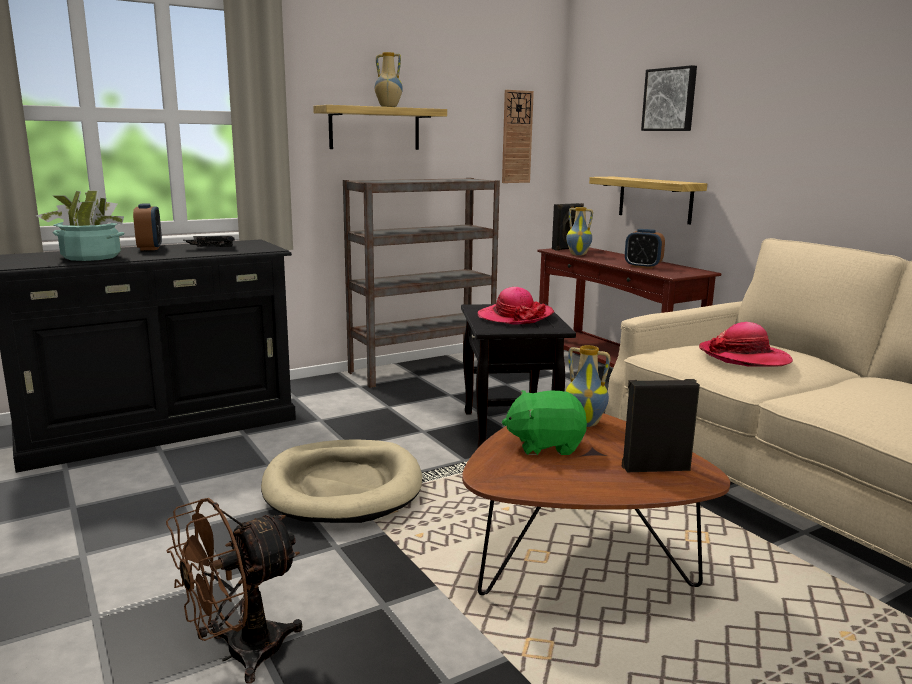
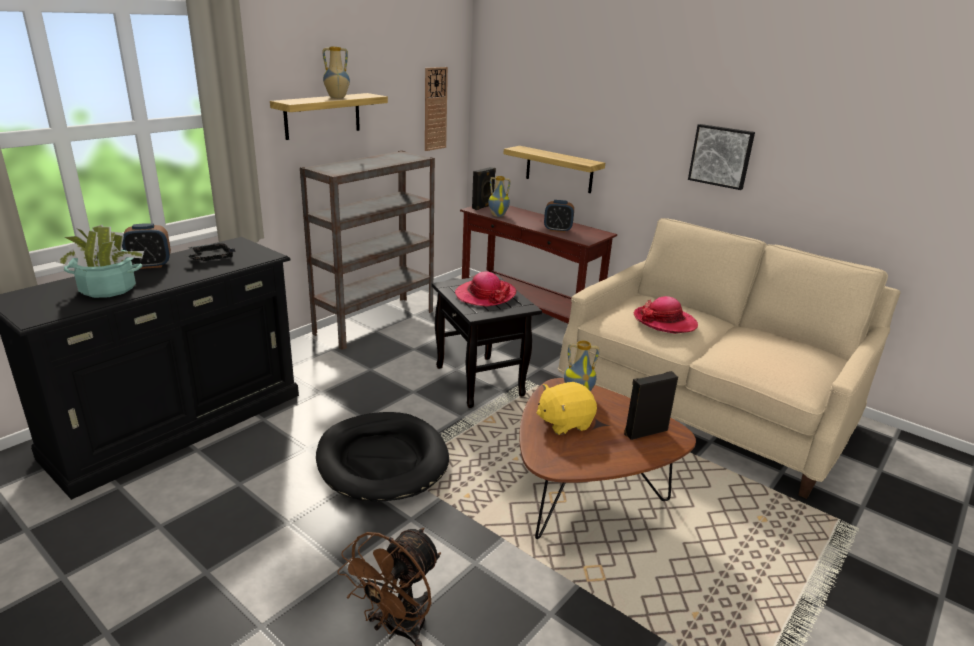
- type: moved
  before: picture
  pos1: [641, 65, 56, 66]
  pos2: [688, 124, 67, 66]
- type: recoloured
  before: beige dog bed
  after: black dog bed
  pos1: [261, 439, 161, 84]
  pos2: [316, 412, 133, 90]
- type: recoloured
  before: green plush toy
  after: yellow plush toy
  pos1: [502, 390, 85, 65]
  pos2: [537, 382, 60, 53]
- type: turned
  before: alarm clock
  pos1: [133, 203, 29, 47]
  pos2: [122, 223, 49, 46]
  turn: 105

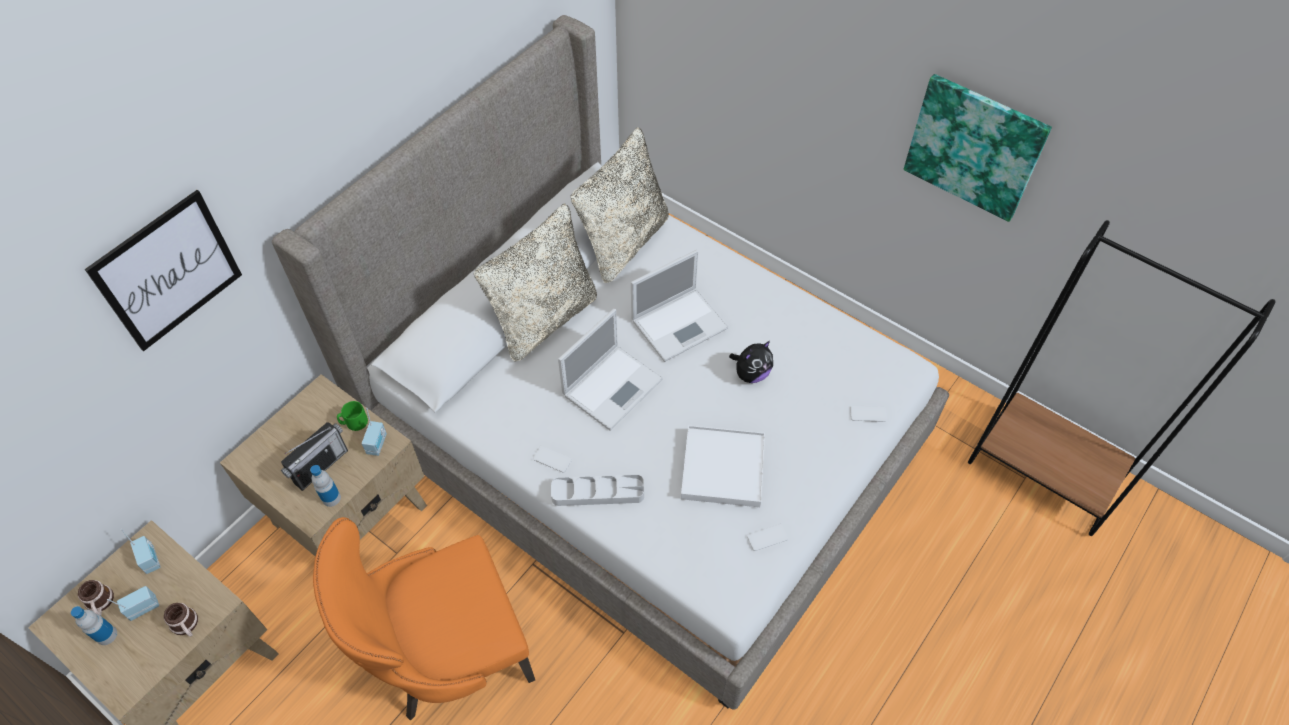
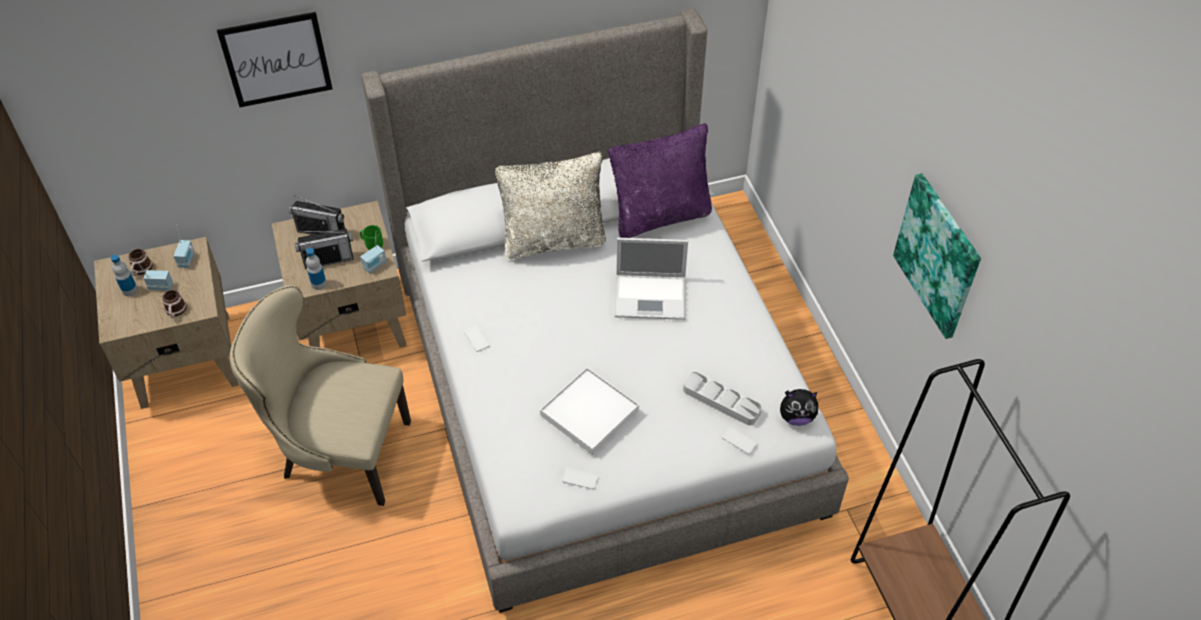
- type: removed
  before: laptop
  pos1: [558, 309, 105, 121]
- type: added
  after: radio
  pos2: [289, 196, 56, 39]
- type: moved
  before: grey tray
  pos1: [551, 475, 93, 31]
  pos2: [683, 372, 79, 53]
- type: moved
  before: plush toy
  pos1: [729, 341, 44, 42]
  pos2: [780, 389, 39, 37]
- type: recoloured
  before: orange chair
  after: beige chair
  pos1: [313, 517, 222, 204]
  pos2: [230, 285, 181, 221]
- type: recoloured
  before: beige pillow
  after: purple pillow
  pos1: [571, 128, 98, 155]
  pos2: [608, 123, 104, 115]

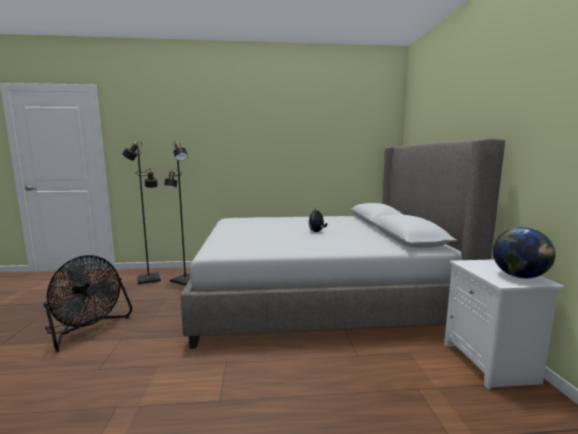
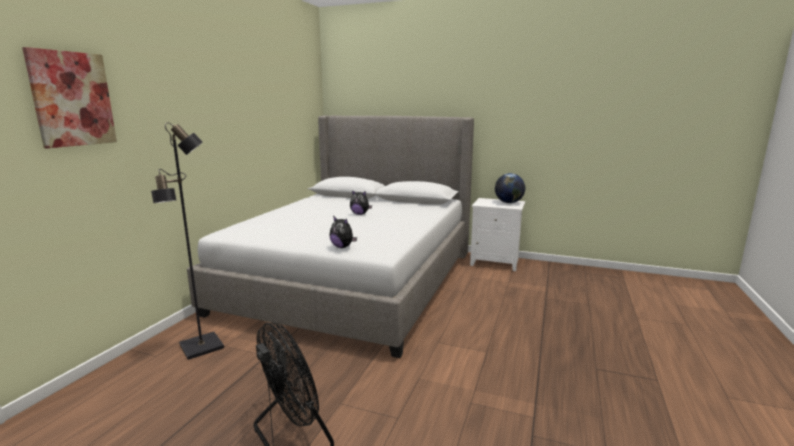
- type: removed
  before: black floor lamp
  pos1: [122, 141, 39, 144]
- type: added
  after: picture
  pos2: [22, 47, 95, 101]
- type: added
  after: plush toy
  pos2: [329, 216, 28, 32]

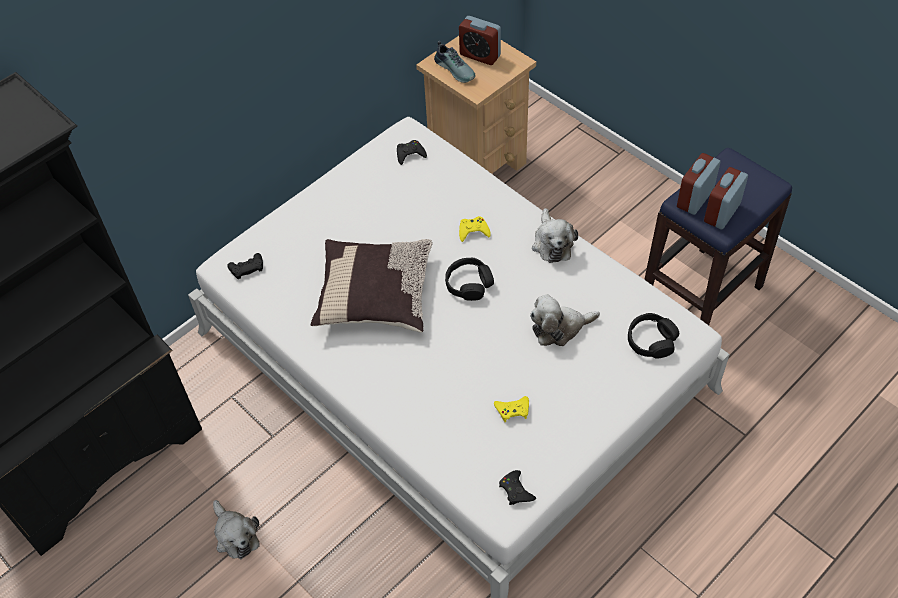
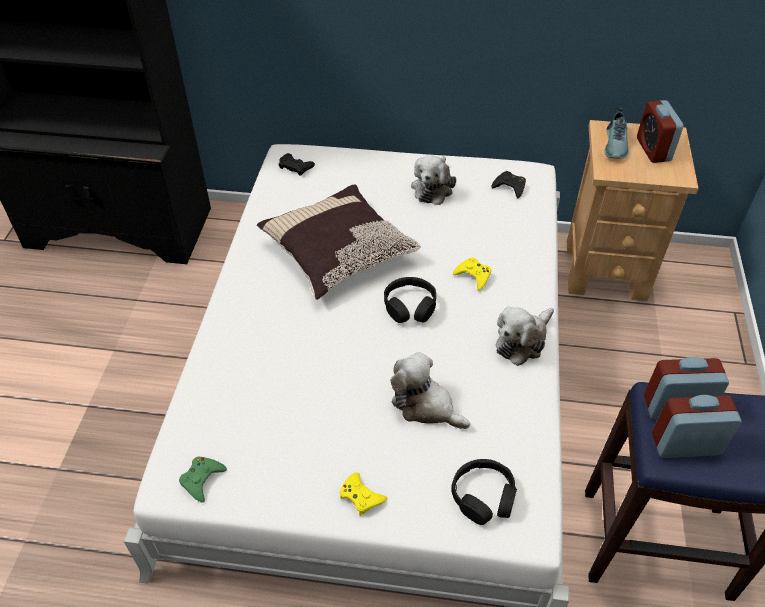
- type: moved
  before: plush toy
  pos1: [213, 500, 47, 59]
  pos2: [411, 156, 45, 49]
- type: moved
  before: yellow game controller
  pos1: [494, 396, 35, 26]
  pos2: [340, 472, 47, 44]
- type: recoloured
  before: black game controller
  after: green game controller
  pos1: [499, 470, 37, 35]
  pos2: [179, 457, 48, 46]

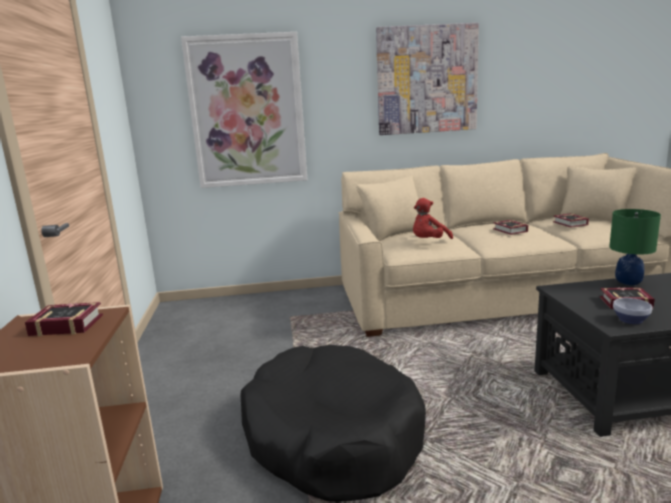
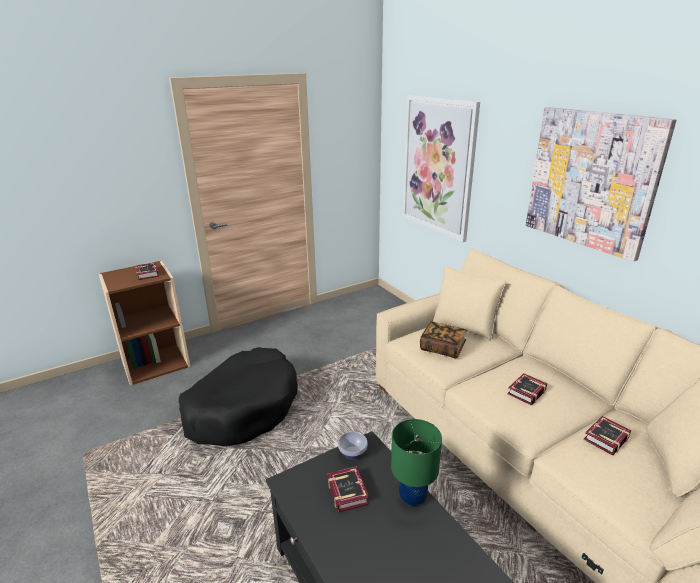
- type: moved
  before: bowl
  pos1: [613, 298, 39, 26]
  pos2: [338, 432, 30, 28]
- type: replaced
  before: red plush toy
  after: book
  pos1: [413, 198, 40, 41]
  pos2: [420, 321, 47, 38]

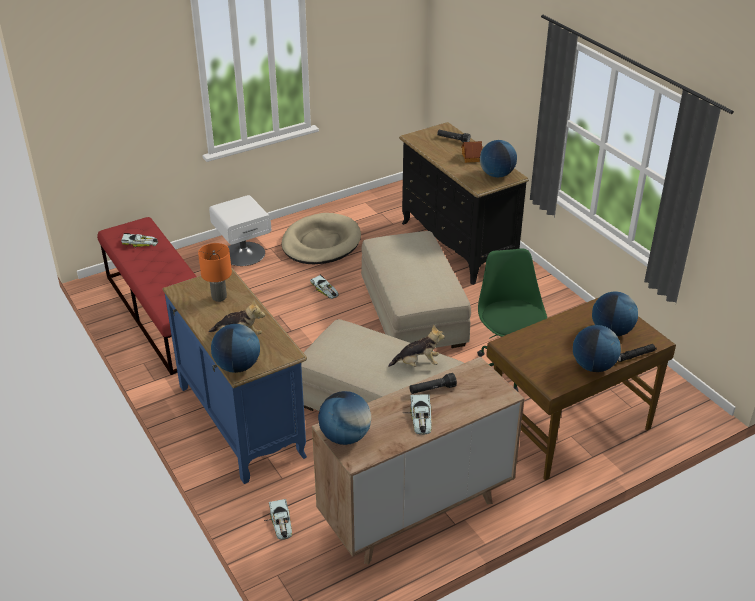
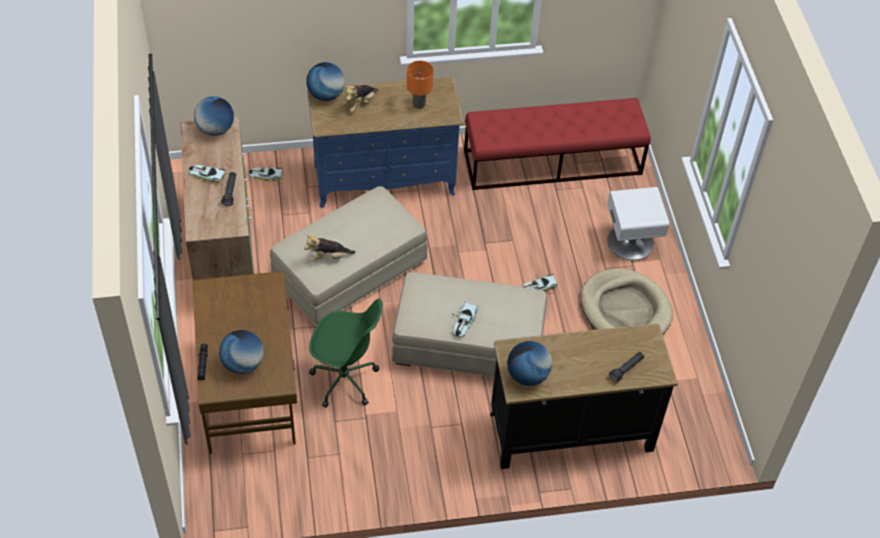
- type: removed
  before: toy house
  pos1: [461, 141, 21, 22]
- type: removed
  before: globe
  pos1: [573, 325, 48, 47]
- type: moved
  before: toy car
  pos1: [121, 233, 37, 15]
  pos2: [452, 302, 26, 36]
- type: turned
  before: plush toy
  pos1: [388, 324, 57, 43]
  pos2: [304, 235, 51, 27]
  turn: 60

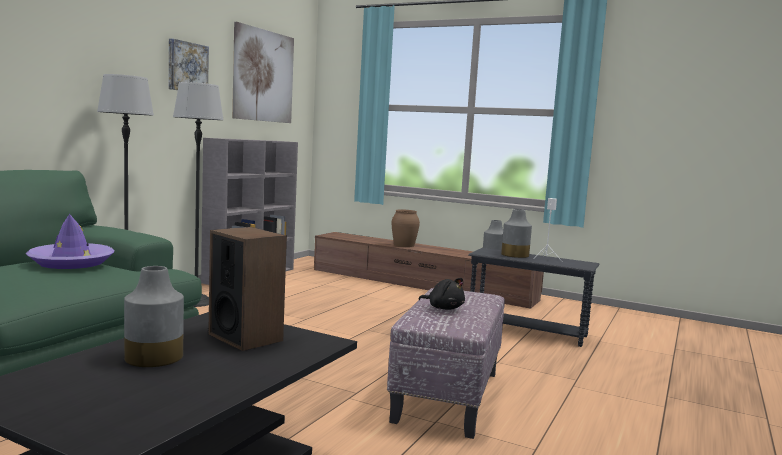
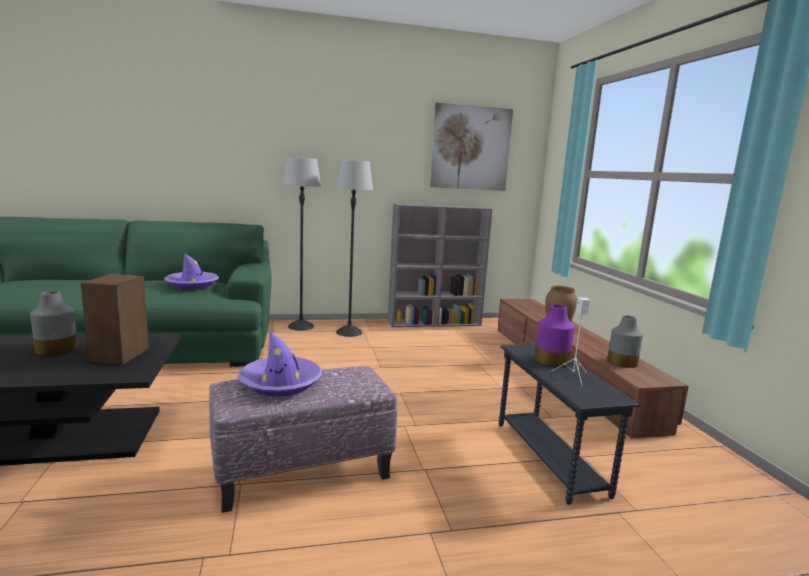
- type: removed
  before: picture
  pos1: [169, 39, 40, 51]
- type: replaced
  before: black plush toy
  after: purple hat
  pos1: [419, 278, 46, 32]
  pos2: [237, 331, 85, 66]
- type: recoloured
  before: grey vase
  after: purple vase
  pos1: [501, 209, 31, 49]
  pos2: [534, 304, 41, 64]

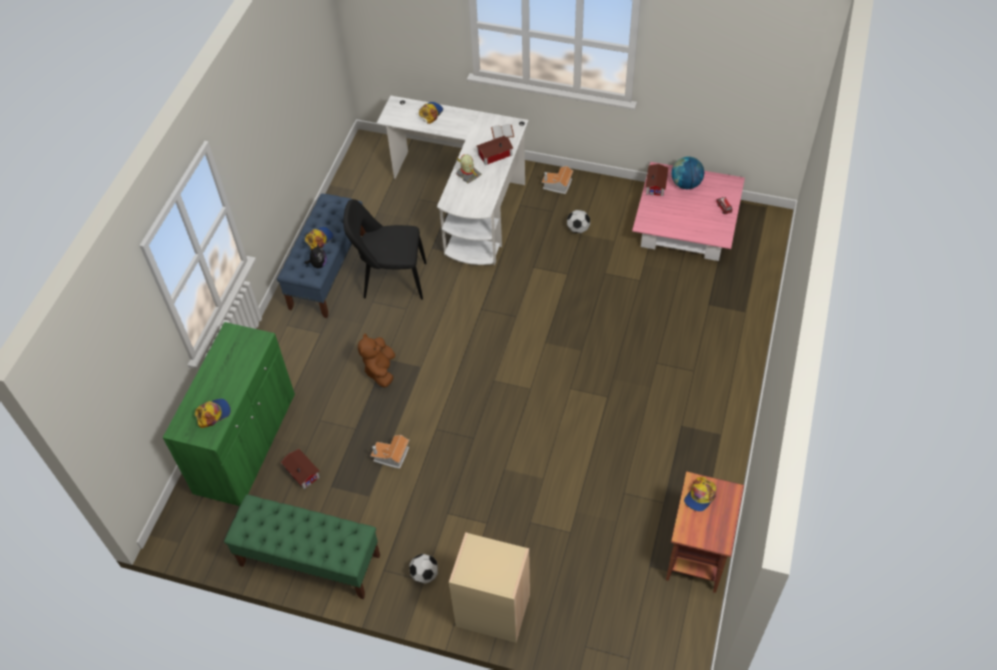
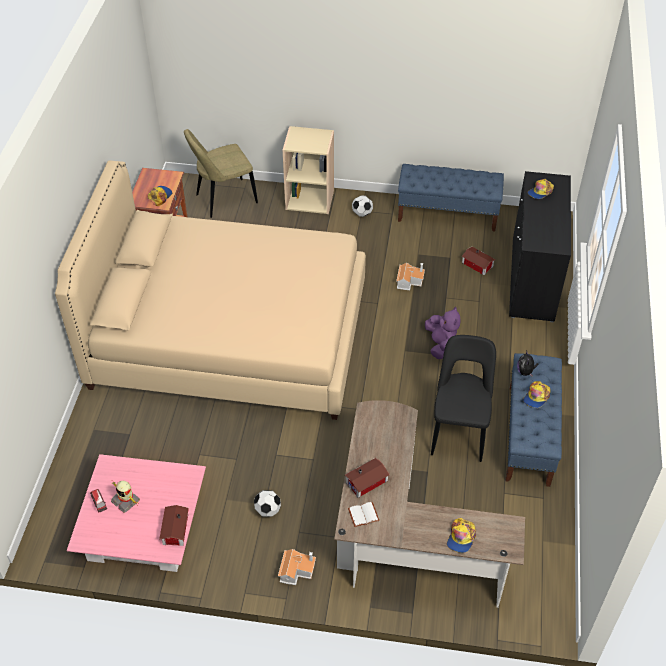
- type: removed
  before: globe
  pos1: [671, 156, 33, 33]
- type: added
  after: beige bed
  pos2: [55, 161, 311, 259]
- type: added
  after: beige chair
  pos2: [184, 129, 74, 89]
- type: moved
  before: toy robot
  pos1: [455, 154, 26, 30]
  pos2: [111, 481, 29, 32]
- type: recoloured
  before: green cabinet
  after: black cabinet
  pos1: [163, 322, 132, 184]
  pos2: [509, 171, 62, 151]
- type: recoloured
  before: green bench
  after: blue bench
  pos1: [224, 494, 156, 105]
  pos2: [398, 164, 106, 67]
- type: recoloured
  before: brown plush toy
  after: purple plush toy
  pos1: [358, 333, 37, 54]
  pos2: [425, 307, 35, 52]
- type: recoloured
  before: white desk
  after: brown desk
  pos1: [377, 95, 152, 170]
  pos2: [334, 400, 191, 208]
- type: turned
  before: black chair
  pos1: [343, 199, 84, 101]
  pos2: [431, 335, 65, 127]
  turn: -75

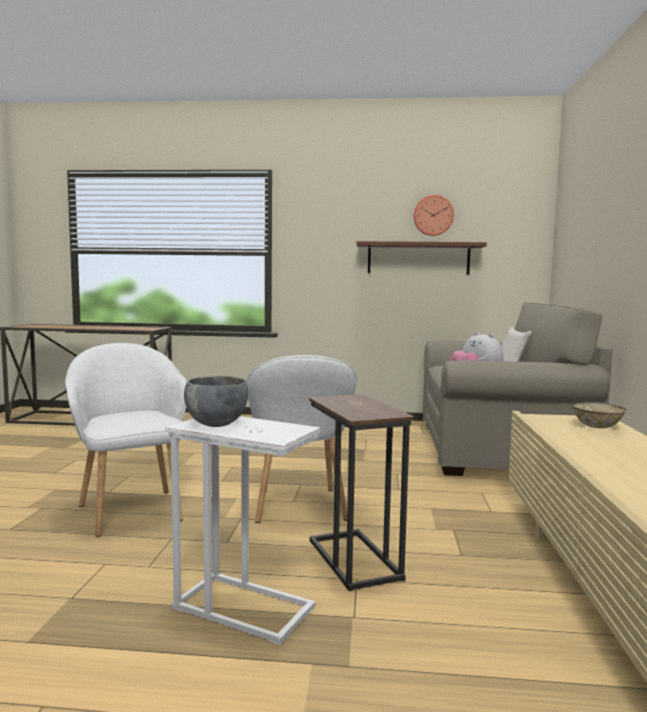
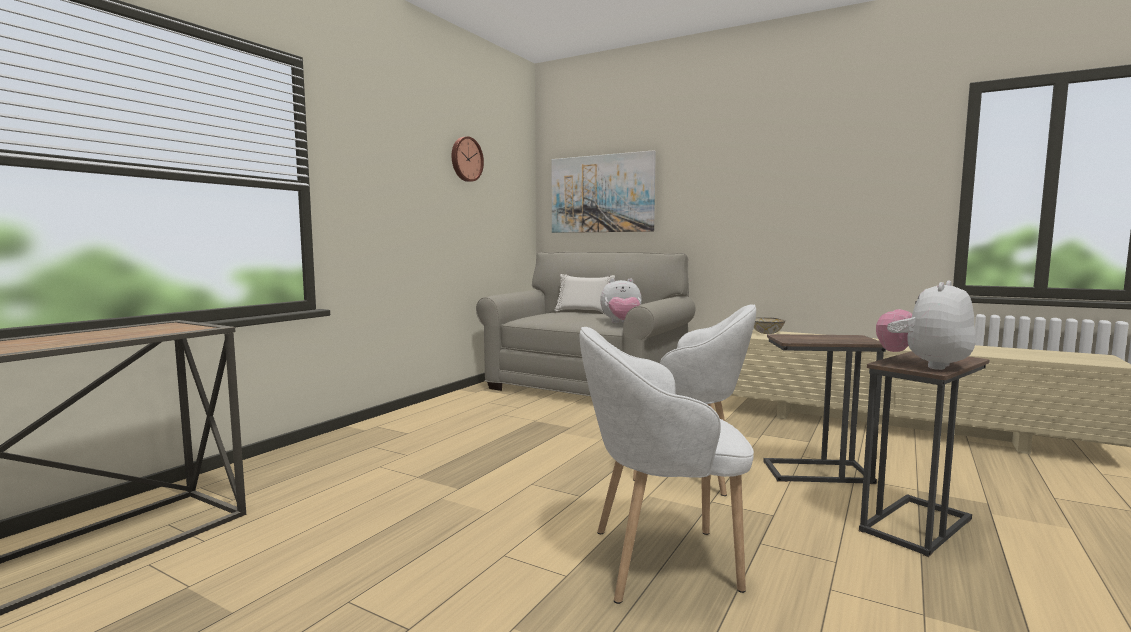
- type: removed
  before: brown shelf
  pos1: [356, 241, 131, 33]
- type: added
  after: picture
  pos2: [552, 150, 104, 83]
- type: replaced
  before: grey bowl
  after: plush toy
  pos1: [184, 376, 64, 51]
  pos2: [876, 281, 100, 89]
- type: recoloured
  before: white side table
  after: brown side table
  pos1: [166, 416, 155, 229]
  pos2: [859, 351, 130, 206]

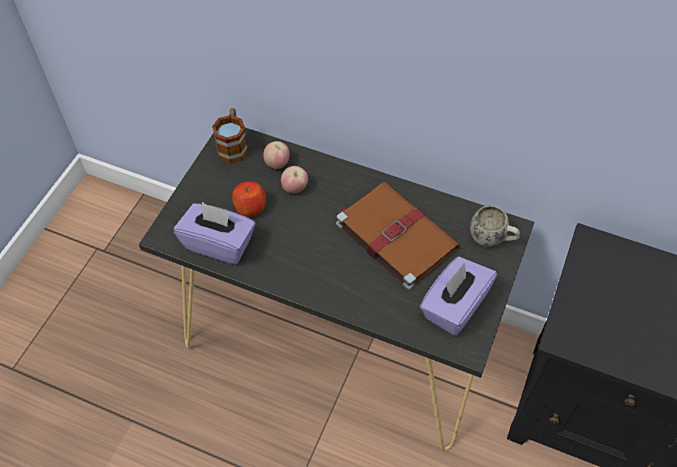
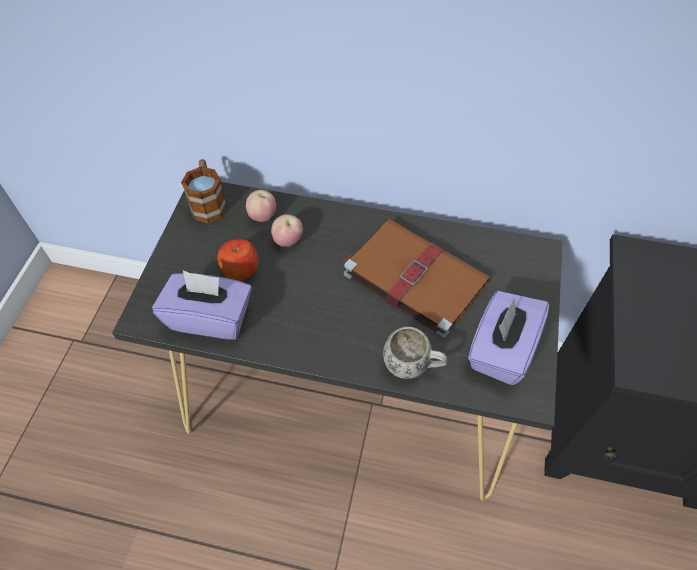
- type: moved
  before: white mug
  pos1: [470, 205, 50, 42]
  pos2: [383, 327, 64, 52]

